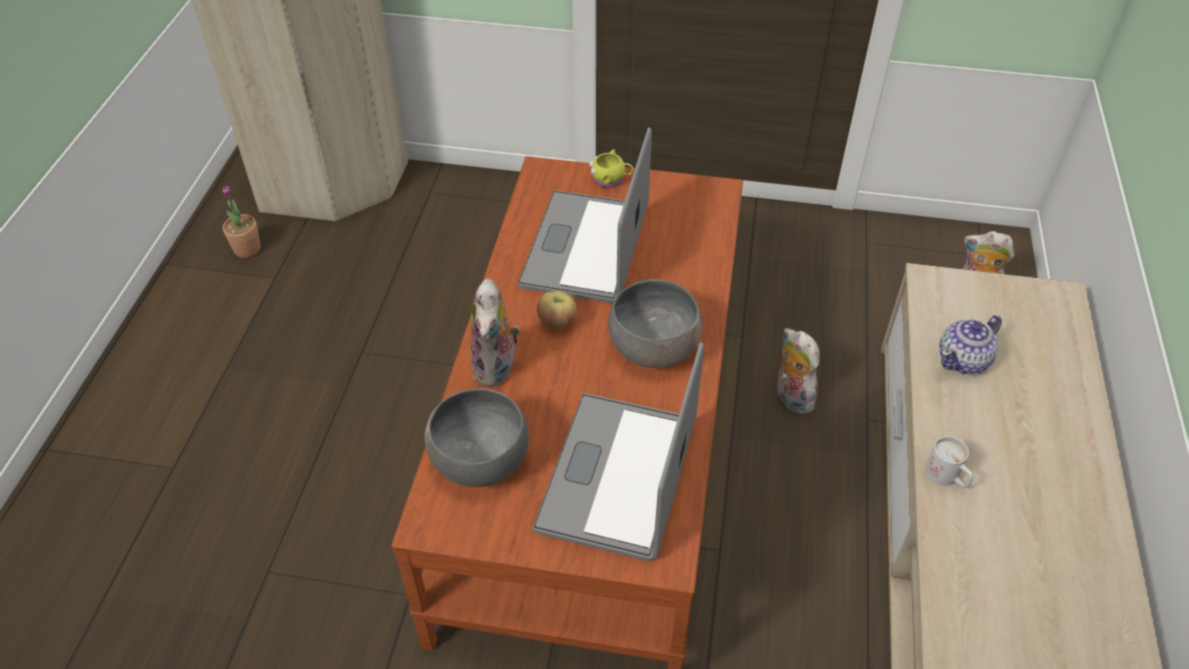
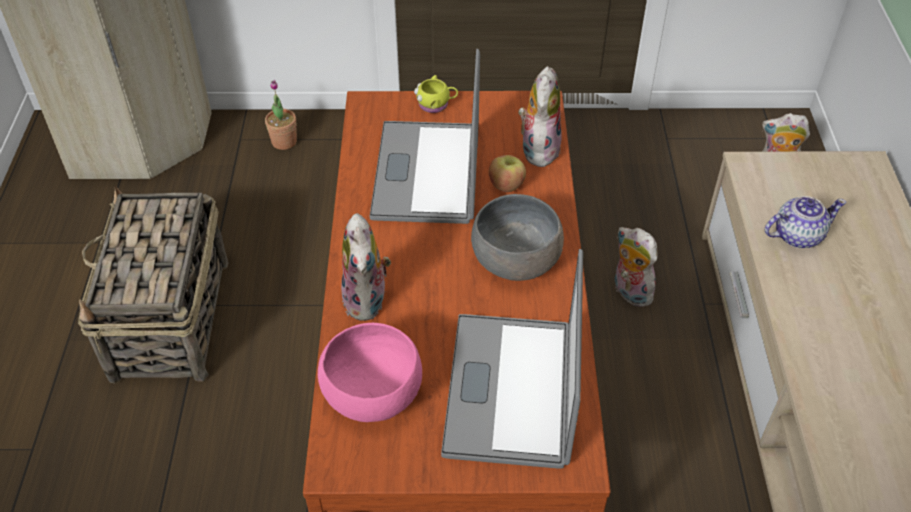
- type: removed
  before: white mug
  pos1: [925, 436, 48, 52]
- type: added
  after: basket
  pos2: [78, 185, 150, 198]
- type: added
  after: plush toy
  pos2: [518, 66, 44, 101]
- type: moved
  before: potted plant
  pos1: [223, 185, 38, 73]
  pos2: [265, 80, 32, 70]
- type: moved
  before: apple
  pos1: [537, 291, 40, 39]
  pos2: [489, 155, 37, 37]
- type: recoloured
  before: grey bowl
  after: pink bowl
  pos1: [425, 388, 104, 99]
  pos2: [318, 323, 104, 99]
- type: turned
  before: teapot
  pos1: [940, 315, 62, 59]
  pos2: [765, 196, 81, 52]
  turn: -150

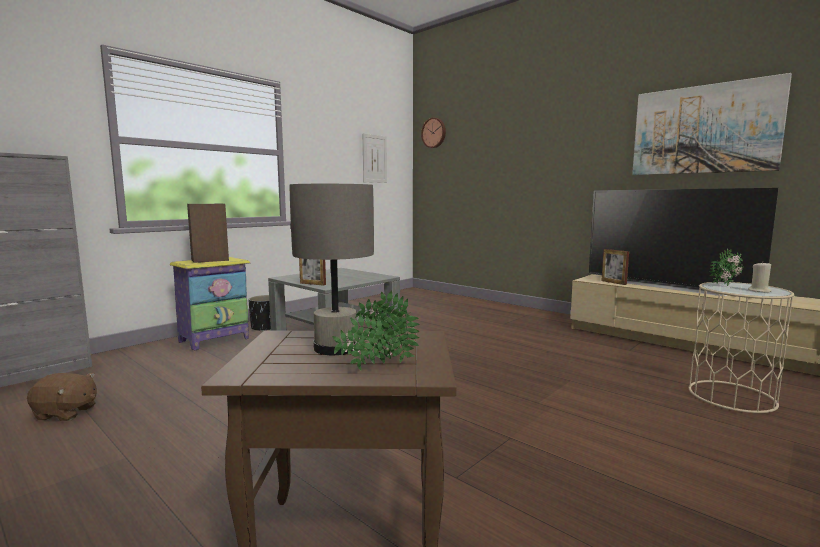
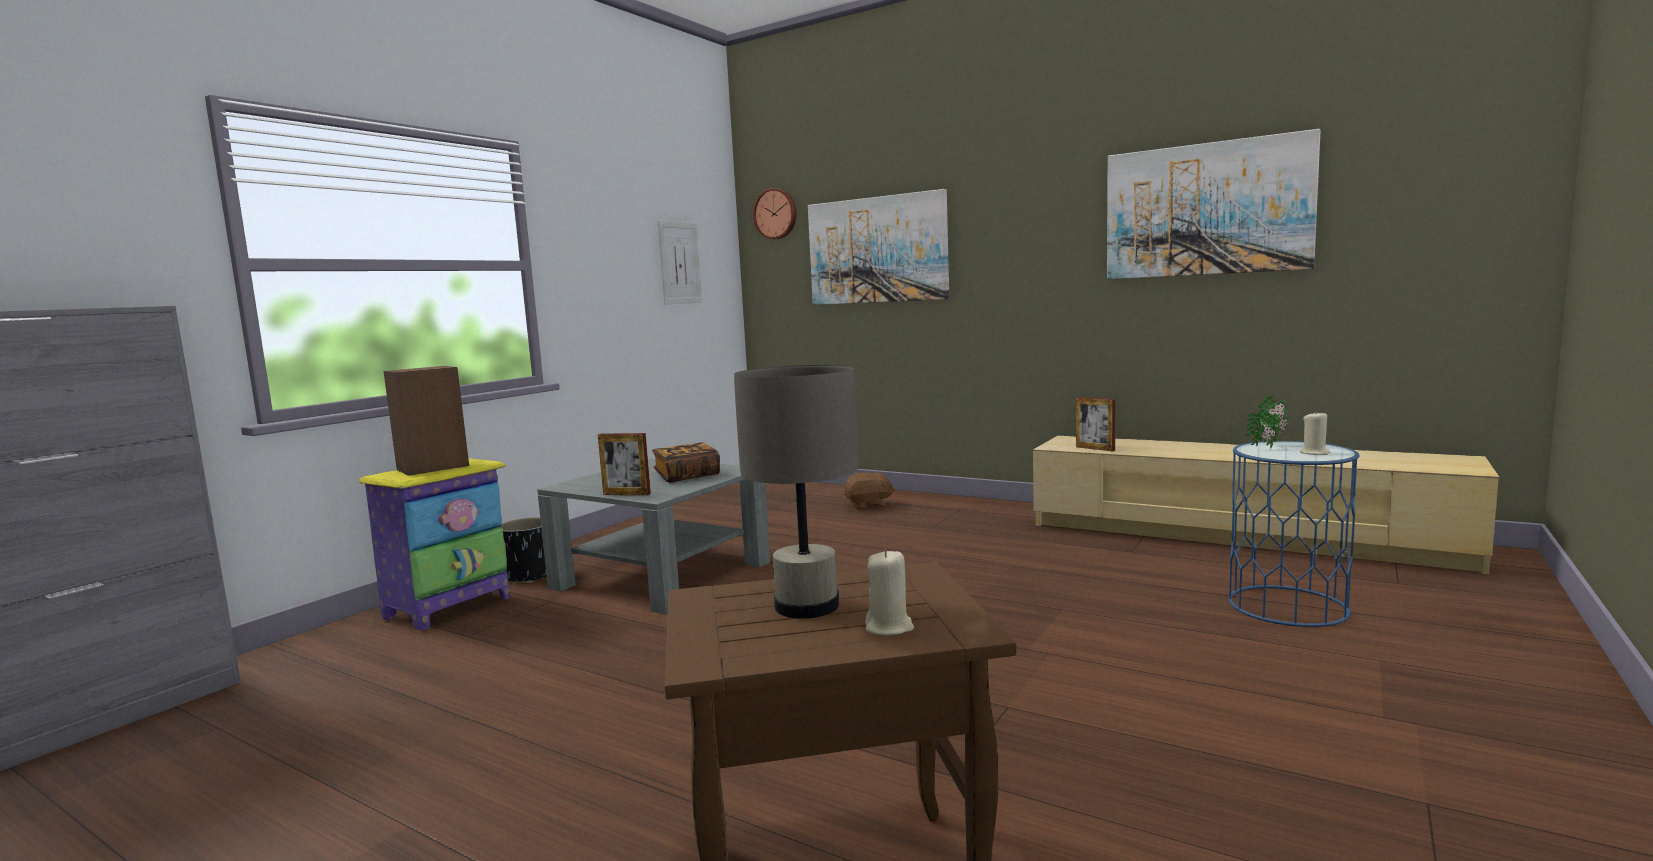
- type: removed
  before: television
  pos1: [589, 188, 190, 108]
- type: added
  after: book
  pos2: [652, 442, 68, 41]
- type: added
  after: picture
  pos2: [808, 189, 141, 116]
- type: moved
  before: brown plush toy
  pos1: [27, 373, 70, 48]
  pos2: [844, 472, 51, 38]
- type: replaced
  before: potted plant
  after: beige candle
  pos1: [332, 290, 87, 81]
  pos2: [865, 549, 49, 87]
- type: recoloured
  before: beige side table
  after: blue side table
  pos1: [689, 282, 105, 131]
  pos2: [1228, 441, 131, 186]

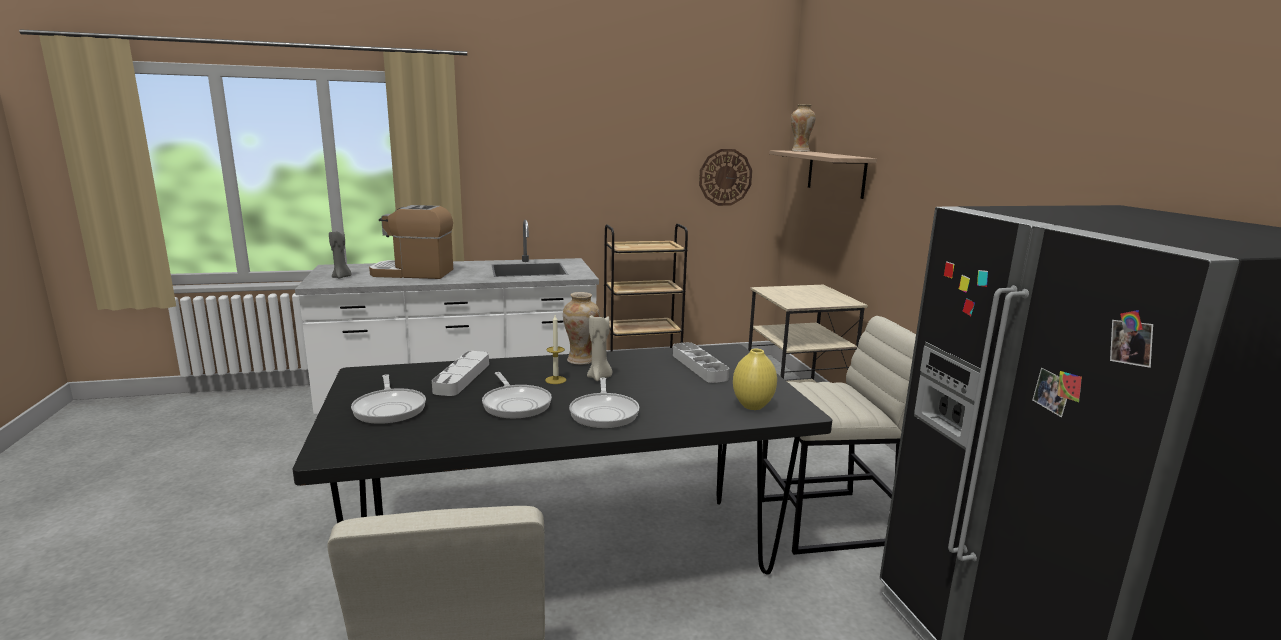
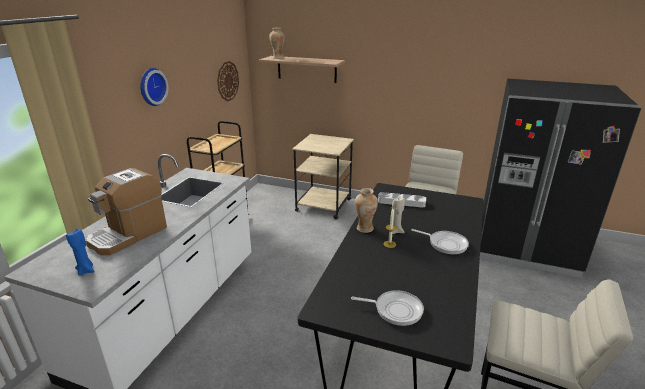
- type: removed
  before: grey tray
  pos1: [432, 351, 57, 45]
- type: removed
  before: frying pan
  pos1: [482, 372, 70, 47]
- type: removed
  before: yellow vase
  pos1: [733, 349, 44, 61]
- type: added
  after: wall clock
  pos2: [140, 68, 28, 38]
- type: recoloured
  before: grey candle
  after: blue candle
  pos1: [329, 231, 23, 47]
  pos2: [66, 228, 29, 48]

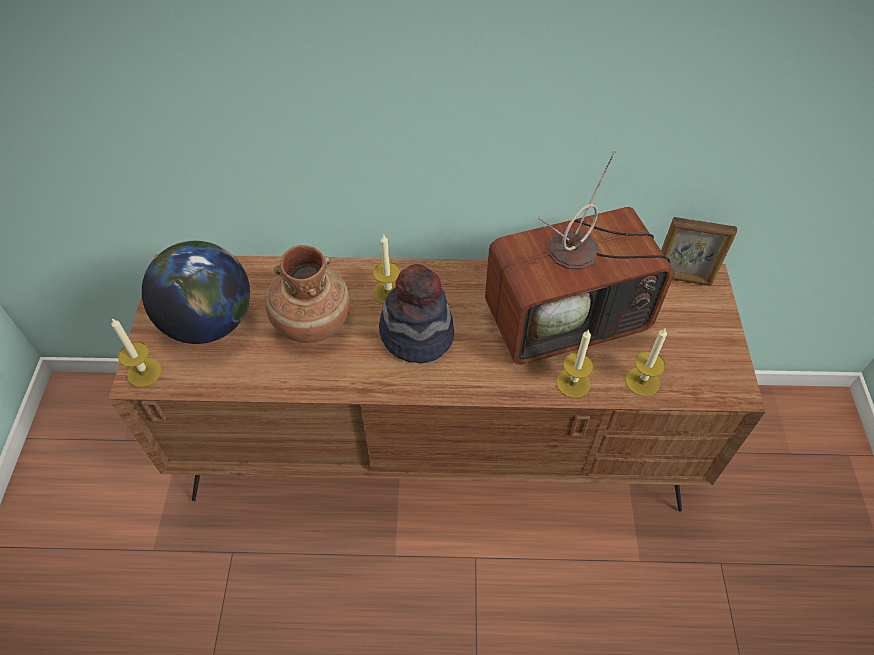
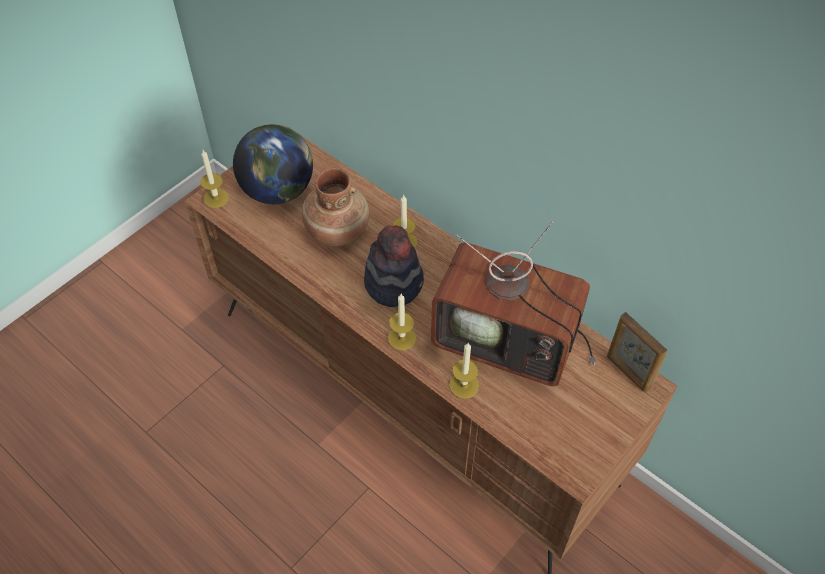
- type: moved
  before: candle
  pos1: [625, 327, 42, 69]
  pos2: [388, 294, 28, 56]

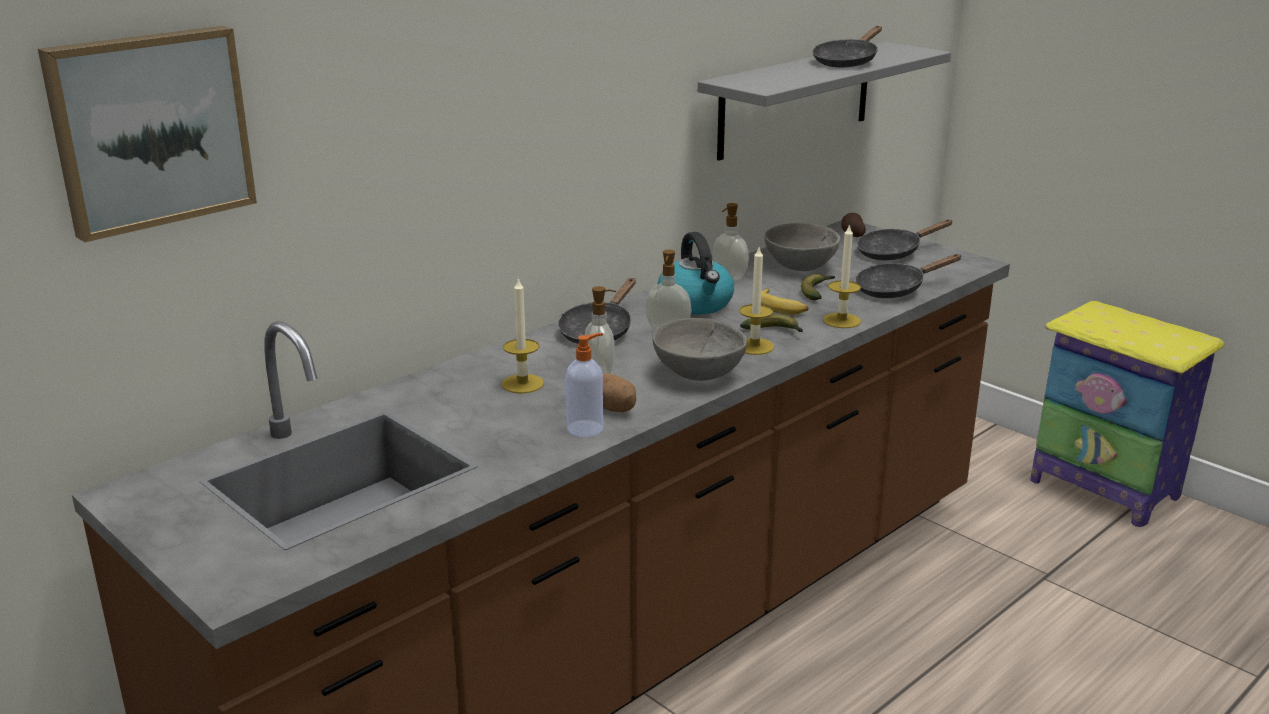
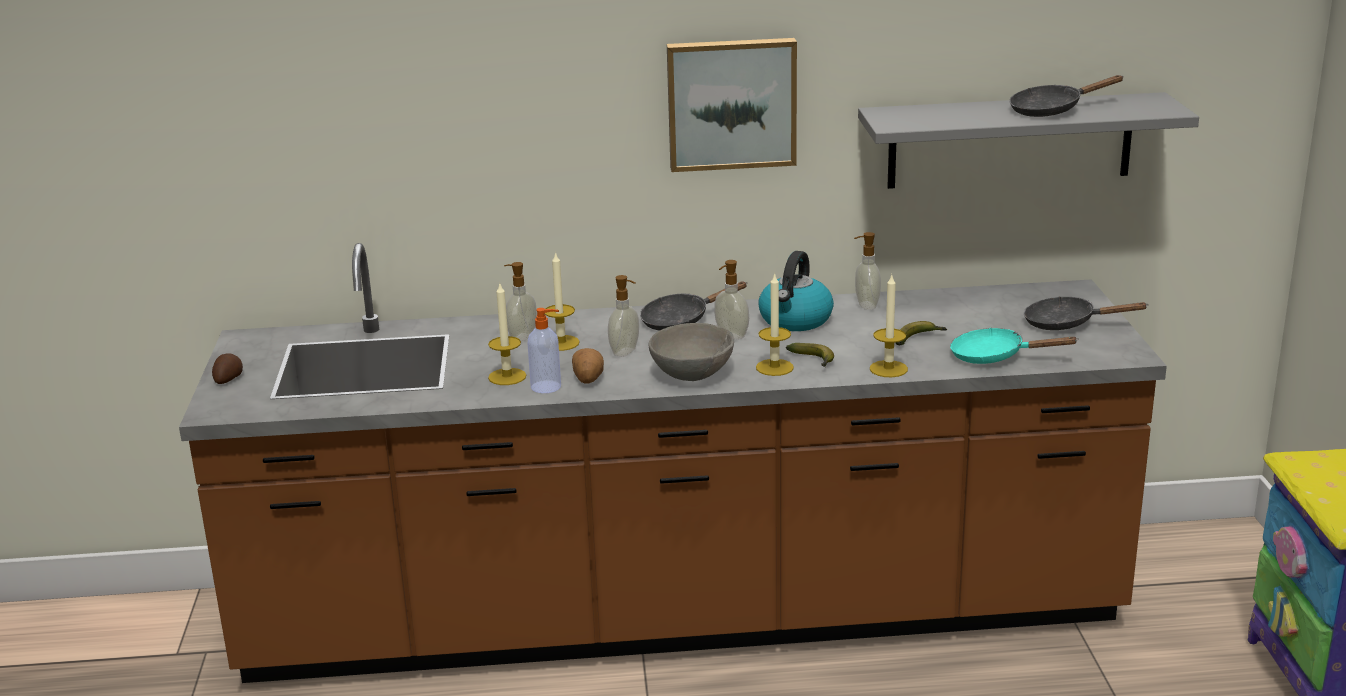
- type: removed
  before: banana
  pos1: [761, 288, 47, 27]
- type: removed
  before: grey bowl
  pos1: [764, 223, 77, 48]
- type: added
  after: candle
  pos2: [488, 284, 38, 101]
- type: added
  after: soap dispenser
  pos2: [504, 262, 33, 80]
- type: moved
  before: picture
  pos1: [38, 26, 219, 216]
  pos2: [667, 38, 130, 134]
- type: moved
  before: potato
  pos1: [841, 213, 25, 24]
  pos2: [212, 353, 31, 31]
- type: recoloured
  before: black frying pan
  after: turquoise frying pan
  pos1: [855, 254, 107, 44]
  pos2: [950, 328, 129, 36]

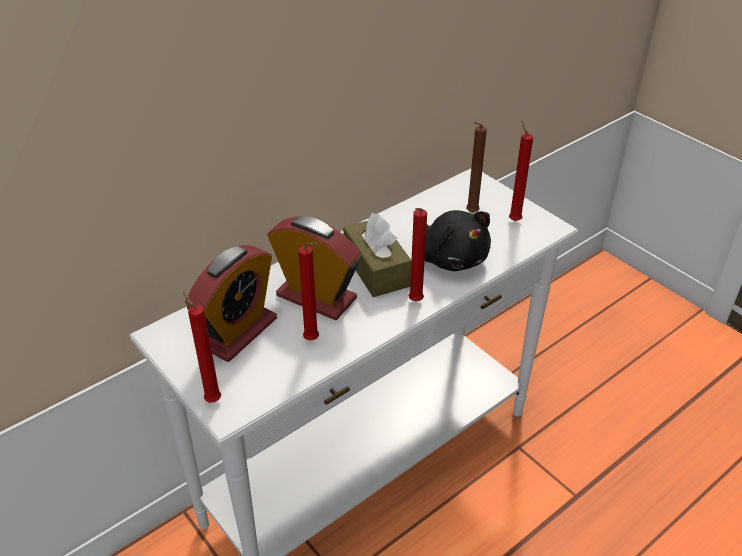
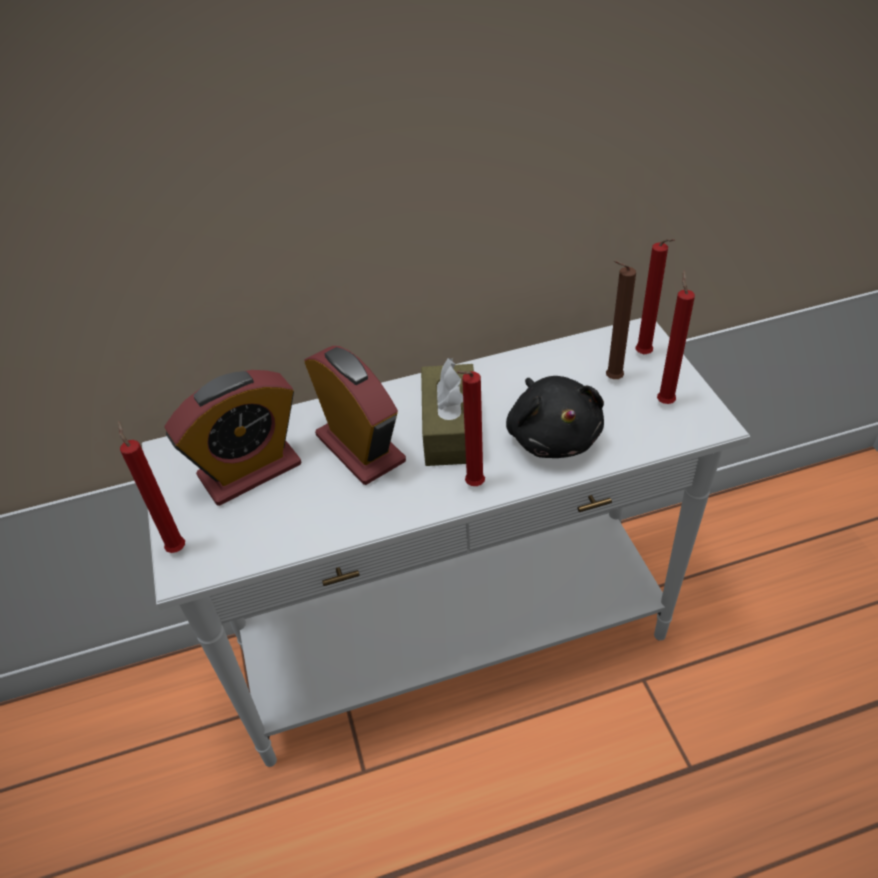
- type: moved
  before: red candle
  pos1: [298, 242, 21, 98]
  pos2: [636, 239, 39, 115]

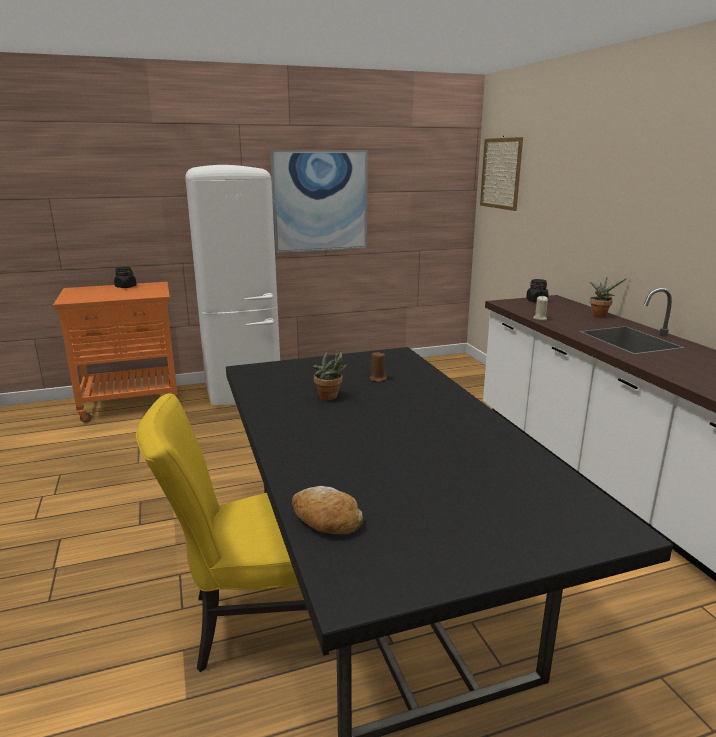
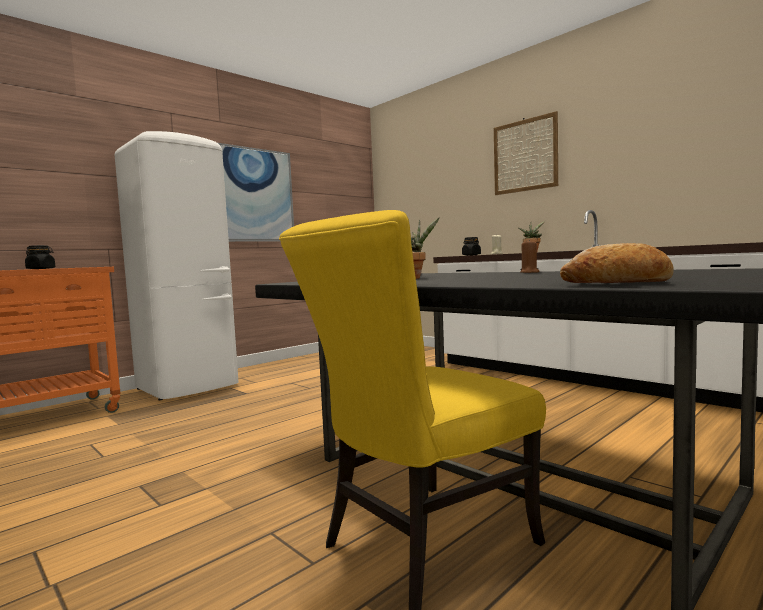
- type: moved
  before: brown candle
  pos1: [370, 351, 17, 31]
  pos2: [520, 240, 19, 33]
- type: moved
  before: picture
  pos1: [480, 135, 43, 76]
  pos2: [494, 111, 64, 84]

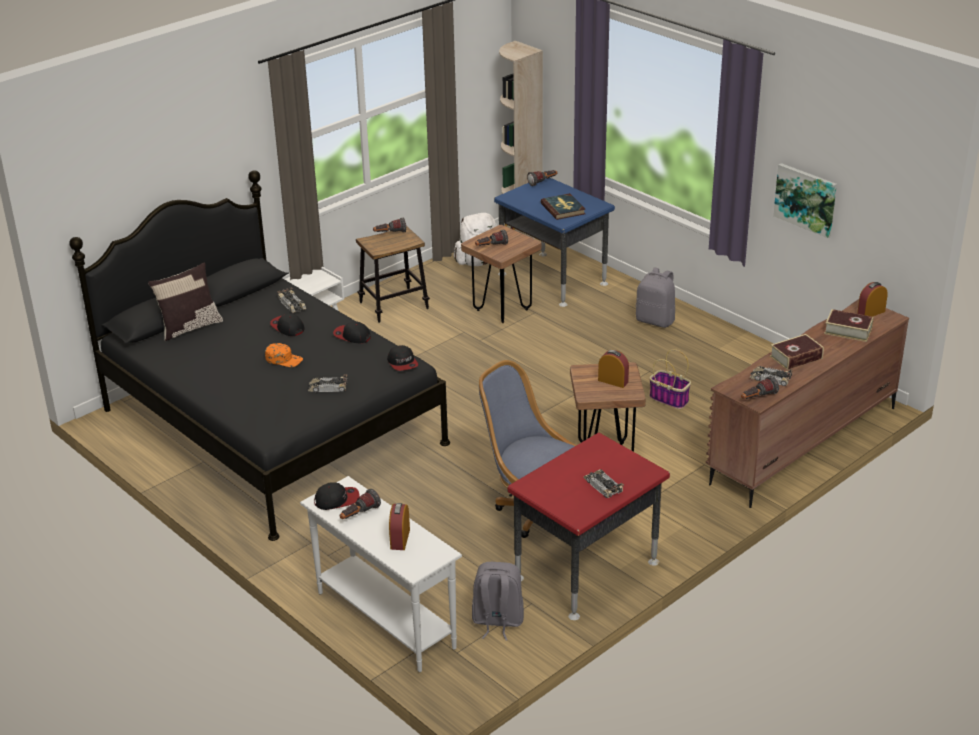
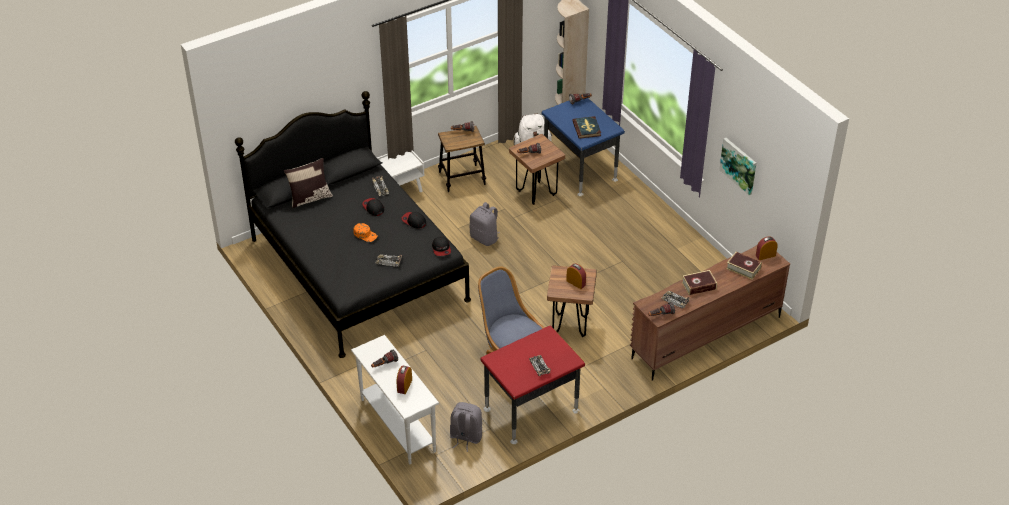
- type: removed
  before: cap
  pos1: [314, 482, 45, 28]
- type: removed
  before: basket
  pos1: [649, 349, 42, 60]
- type: moved
  before: grey backpack
  pos1: [636, 267, 39, 61]
  pos2: [469, 202, 31, 44]

